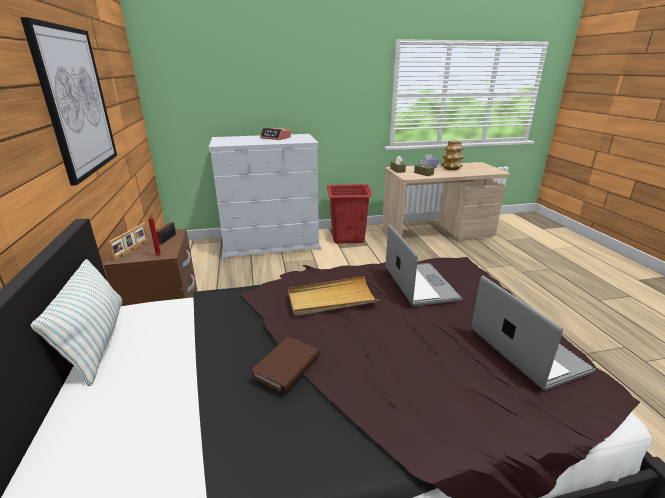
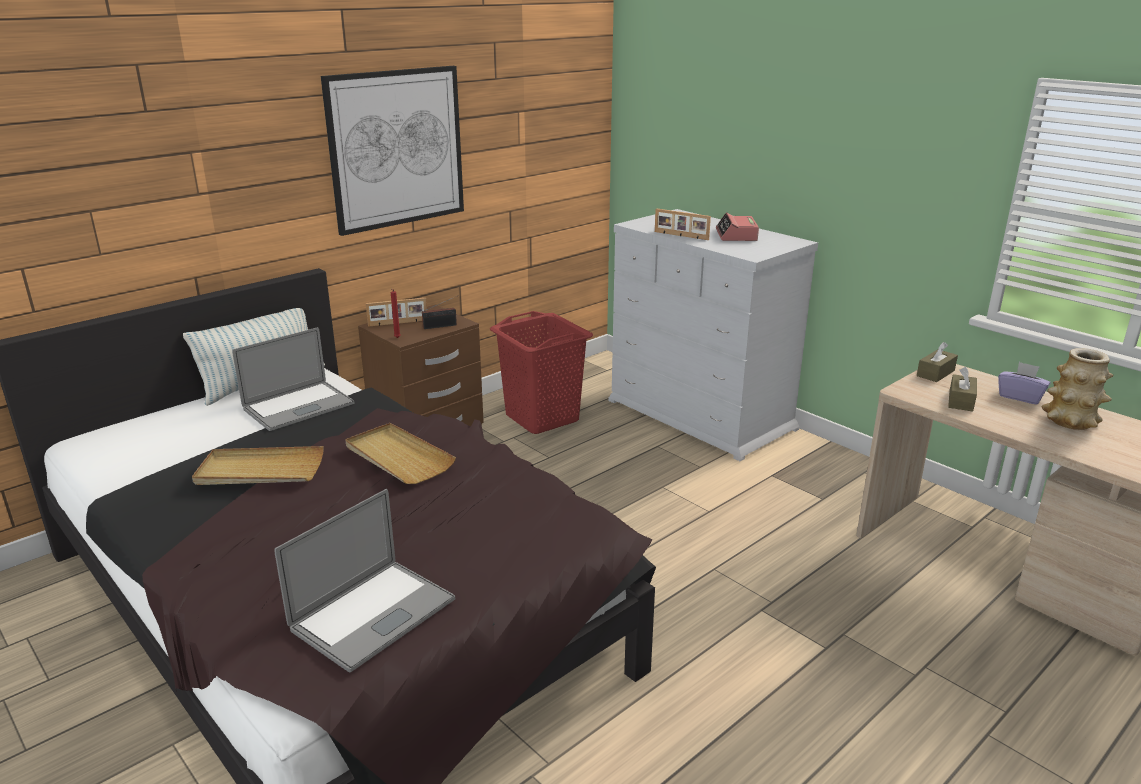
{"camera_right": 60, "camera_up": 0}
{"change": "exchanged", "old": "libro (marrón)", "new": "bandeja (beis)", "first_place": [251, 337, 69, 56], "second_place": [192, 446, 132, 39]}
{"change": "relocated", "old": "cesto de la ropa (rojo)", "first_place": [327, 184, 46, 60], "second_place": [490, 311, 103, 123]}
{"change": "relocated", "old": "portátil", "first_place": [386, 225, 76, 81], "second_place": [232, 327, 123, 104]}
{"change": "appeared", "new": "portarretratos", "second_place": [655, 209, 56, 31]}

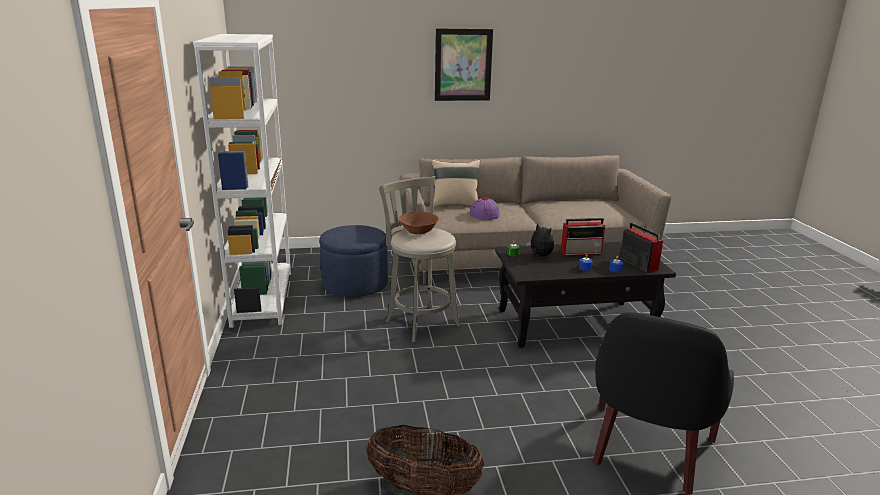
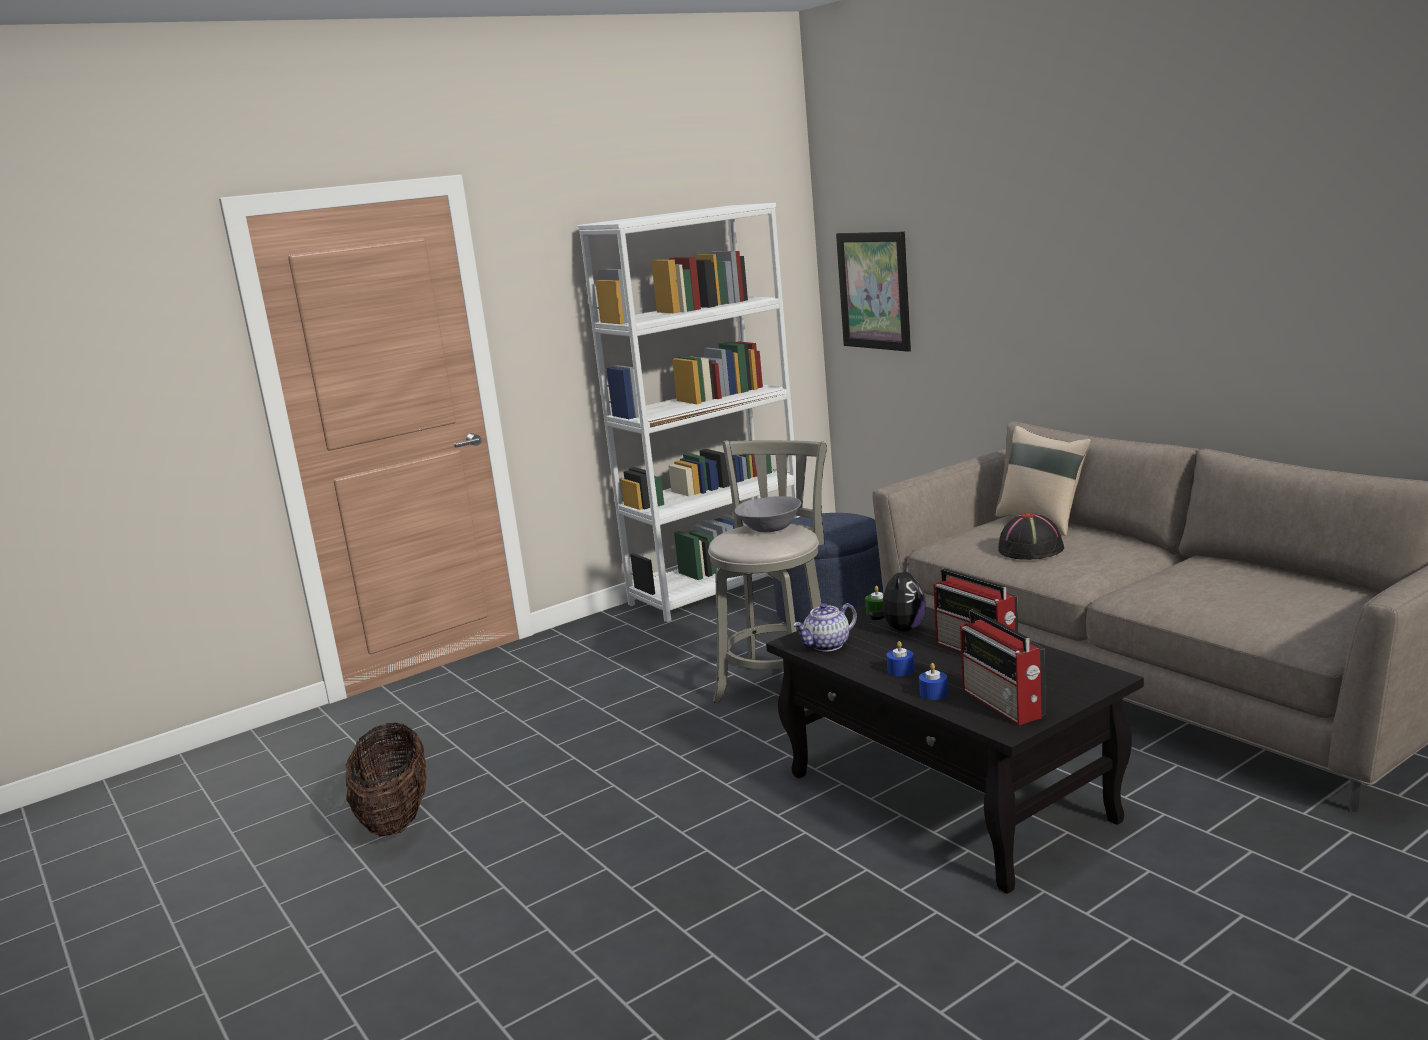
{"camera_right": 65, "camera_up": -5}
{"change": "colour", "old": "cuenco (marrón)", "new": "cuenco (gris)", "first_place": [398, 212, 41, 22], "second_place": [735, 496, 66, 36]}
{"change": "relocated", "old": "cuadro", "first_place": [435, 28, 58, 73], "second_place": [836, 232, 75, 120]}
{"change": "colour", "old": "sombrero (morado)", "new": "sombrero (negro)", "first_place": [470, 197, 30, 23], "second_place": [998, 513, 66, 47]}
{"change": "missing", "old": "sillón (negro)", "first_place": [592, 312, 142, 182]}
{"change": "spun", "old": "radio", "first_place": [620, 223, 43, 49], "second_place": [960, 609, 86, 116], "degrees": 120}
{"change": "appeared", "new": "tetera", "second_place": [793, 603, 64, 49]}

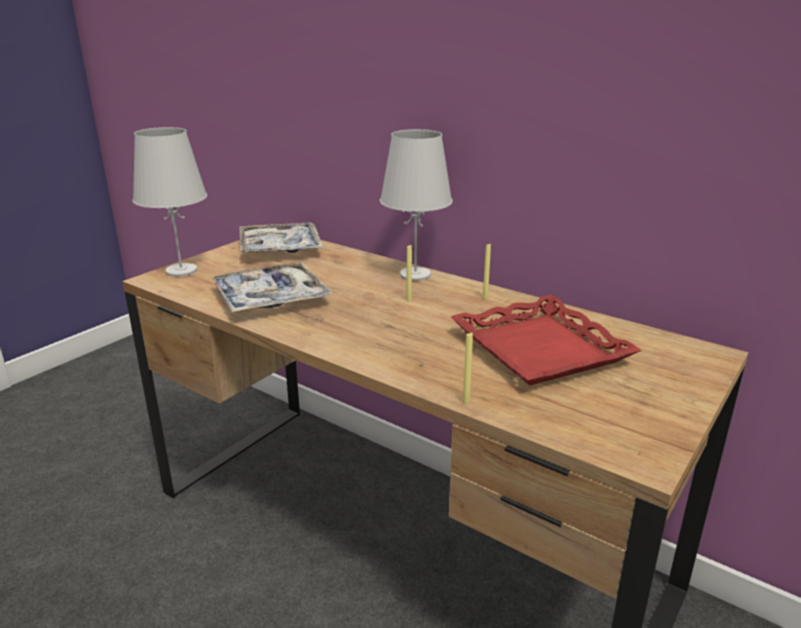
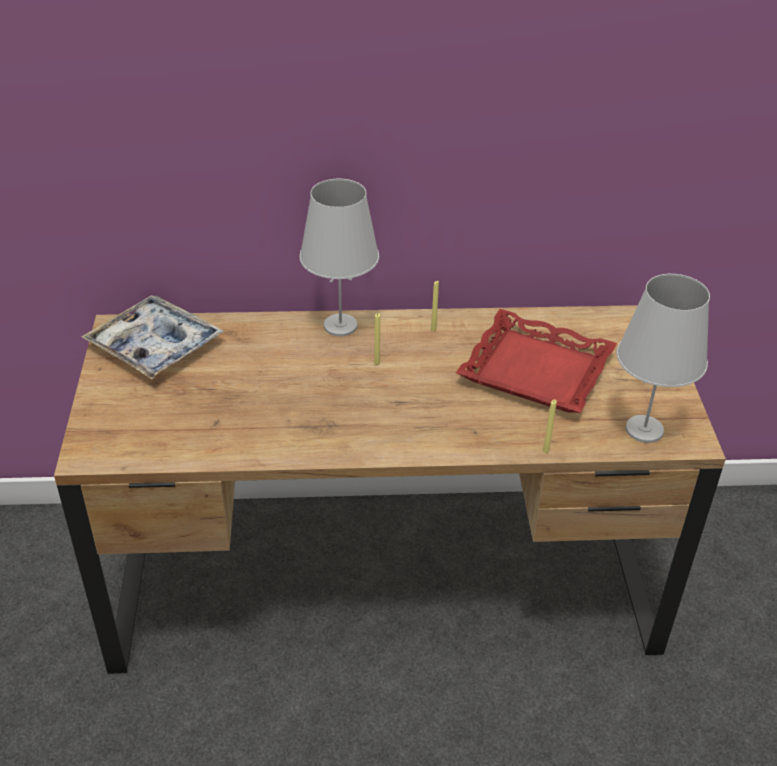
{"camera_right": -40, "camera_up": 15}
{"change": "relocated", "old": "lámpara de mesa (blanco)", "first_place": [133, 127, 74, 150], "second_place": [616, 274, 94, 169]}
{"change": "missing", "old": "bandeja", "first_place": [211, 262, 121, 50]}

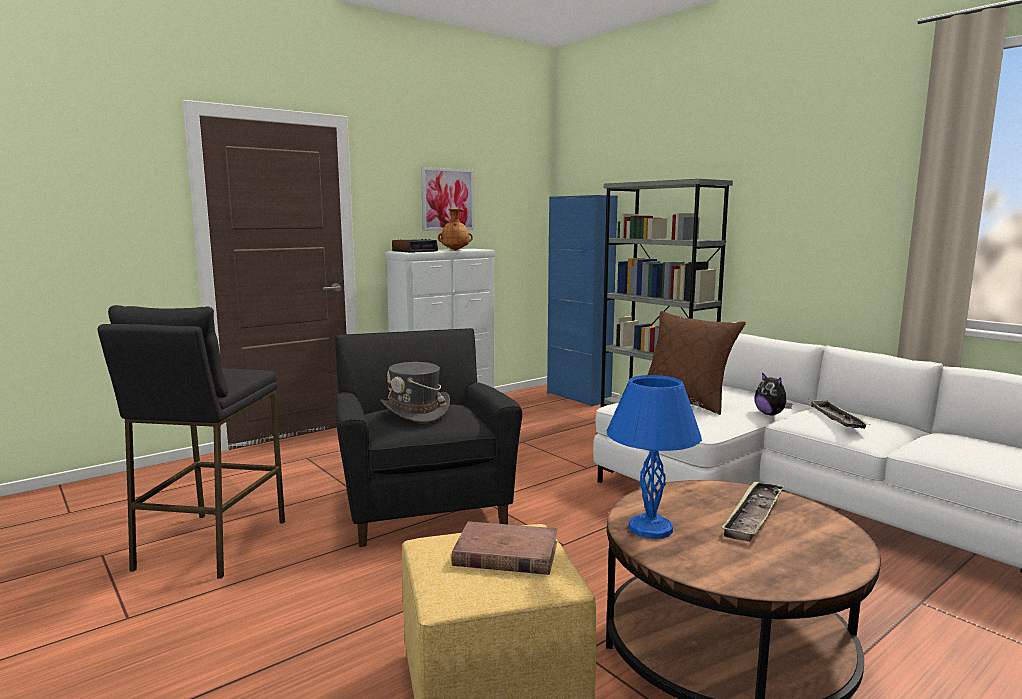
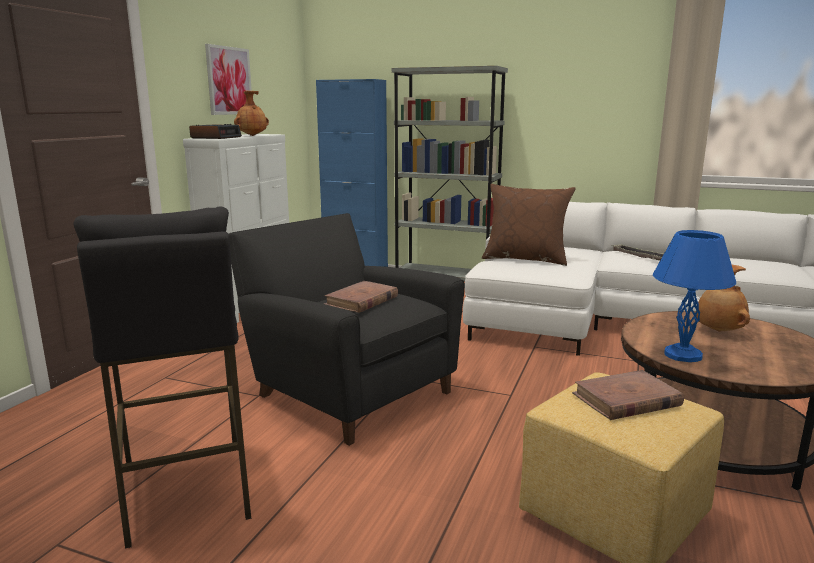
{"camera_right": -30, "camera_up": 5}
{"change": "exchanged", "old": "sombrero (gris)", "new": "libro (marrón)", "first_place": [380, 362, 70, 61], "second_place": [324, 281, 74, 32]}
{"change": "exchanged", "old": "bandeja", "new": "florero (marrón)", "first_place": [721, 481, 63, 61], "second_place": [696, 264, 54, 68]}
{"change": "missing", "old": "peluche", "first_place": [754, 372, 38, 43]}

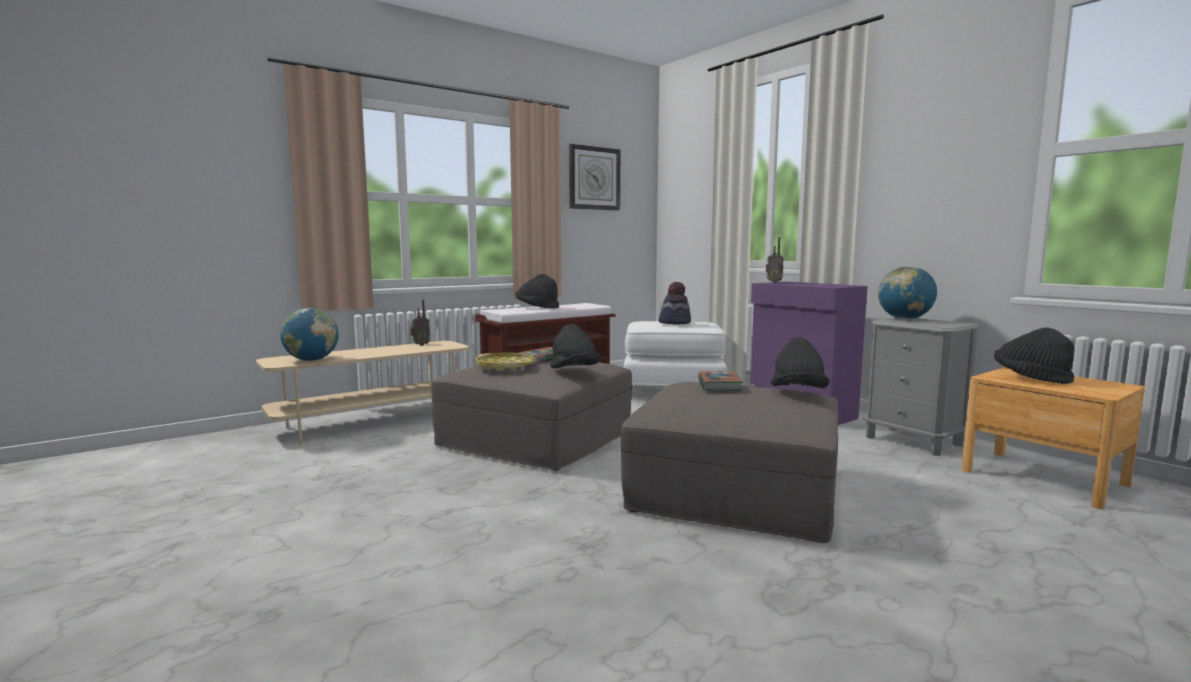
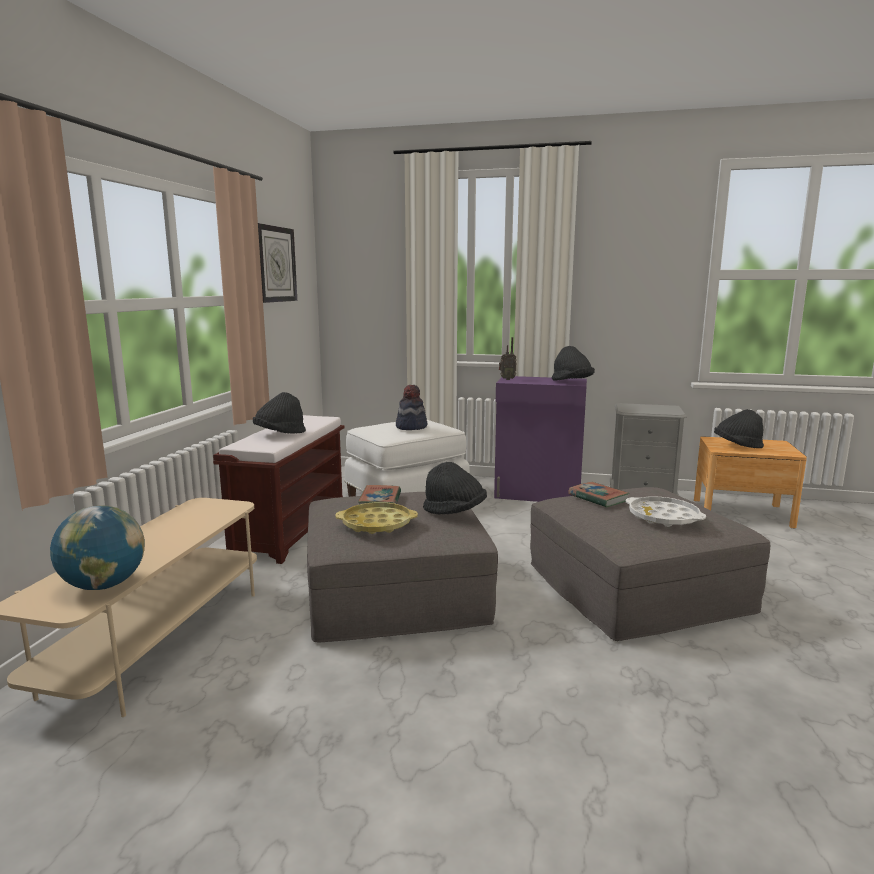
{"camera_right": -40, "camera_up": 5}
{"change": "missing", "old": "radio", "first_place": [410, 300, 20, 46]}
{"change": "relocated", "old": "sombrero (negro)", "first_place": [771, 337, 59, 51], "second_place": [552, 346, 43, 35]}
{"change": "missing", "old": "globo terráqueo", "first_place": [878, 266, 59, 53]}
{"change": "appeared", "new": "bandeja (blanco)", "second_place": [626, 497, 80, 30]}

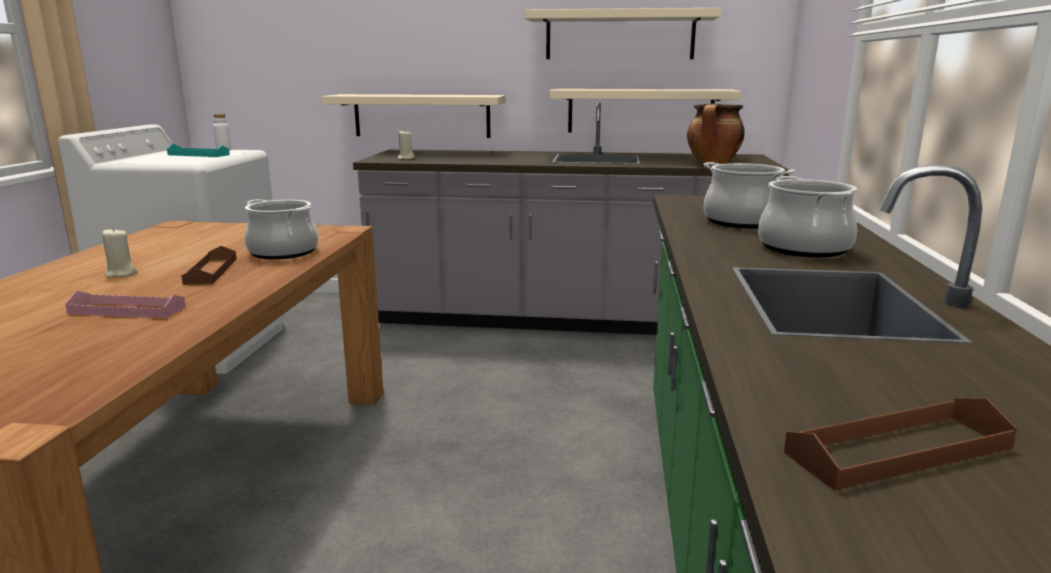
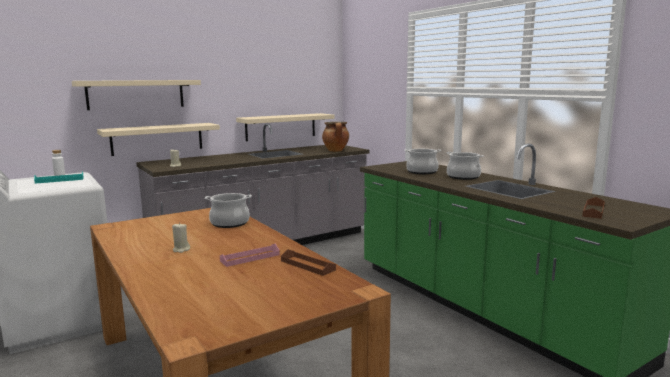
{"camera_right": -40, "camera_up": -5}
{"change": "relocated", "old": "bandeja (marrón)", "first_place": [181, 246, 56, 39], "second_place": [281, 249, 55, 27]}
{"change": "relocated", "old": "estante (beis)", "first_place": [524, 8, 197, 51], "second_place": [72, 80, 129, 30]}

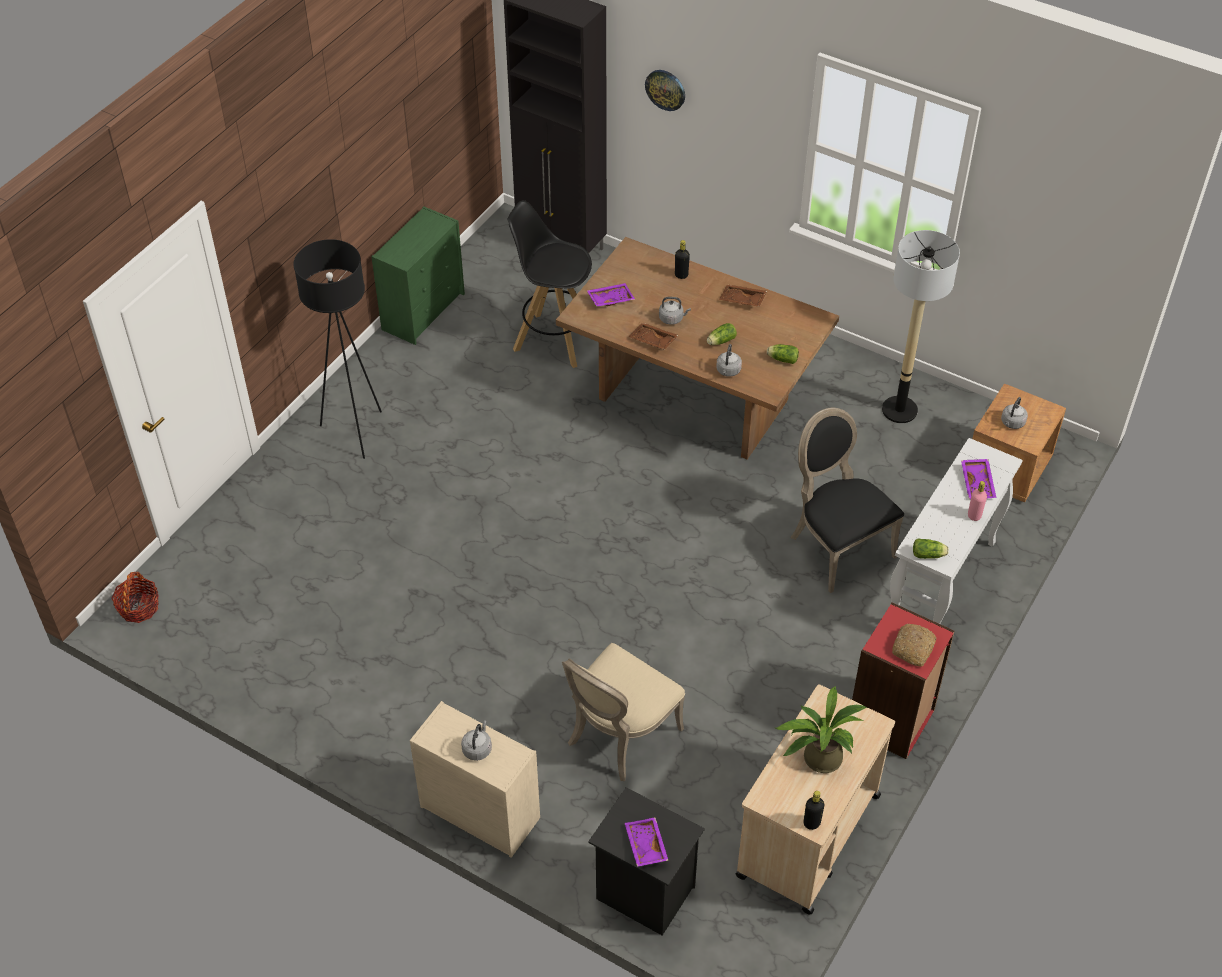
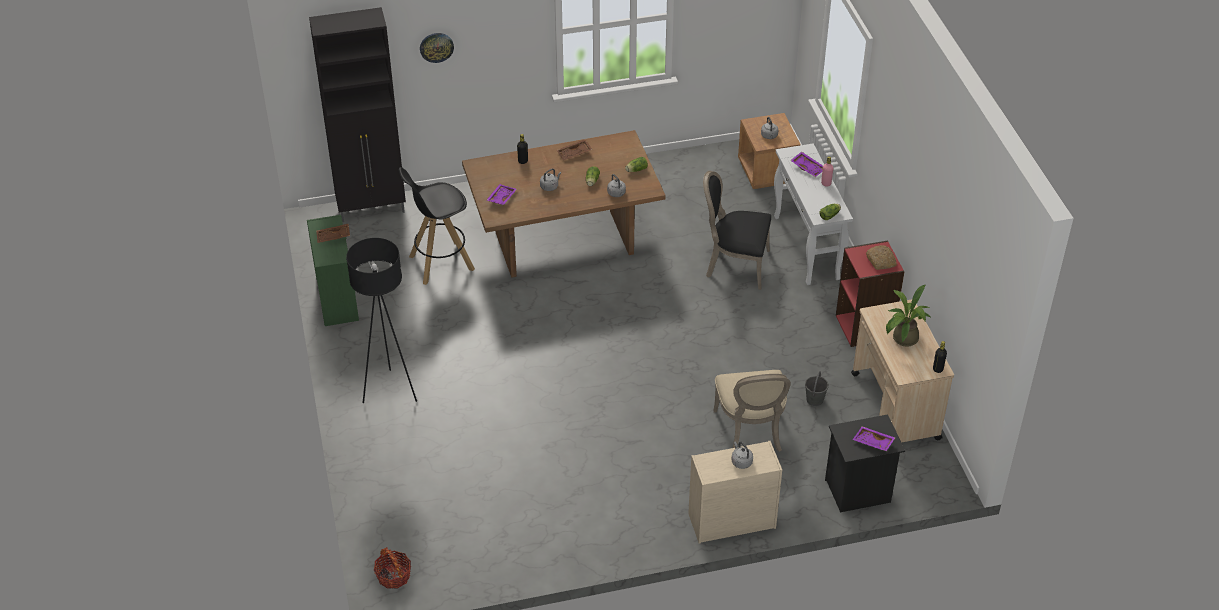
{"camera_right": -45, "camera_up": -5}
{"change": "relocated", "old": "bandeja (marrón)", "first_place": [628, 323, 50, 27], "second_place": [316, 223, 34, 20]}
{"change": "missing", "old": "lámpara de pie", "first_place": [882, 230, 78, 193]}
{"change": "appeared", "new": "cubo (gris)", "second_place": [805, 371, 24, 35]}

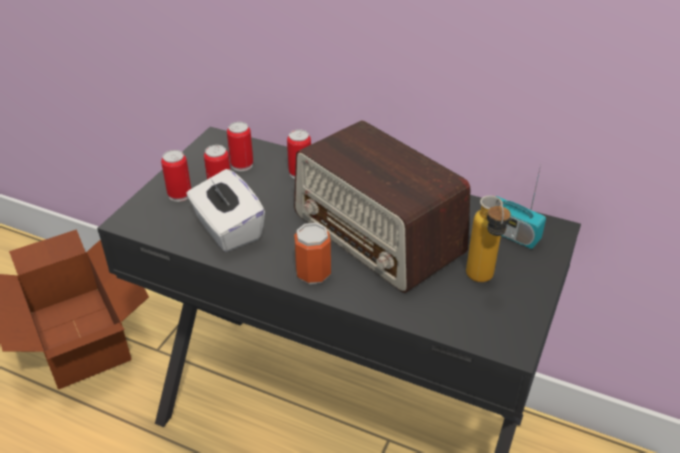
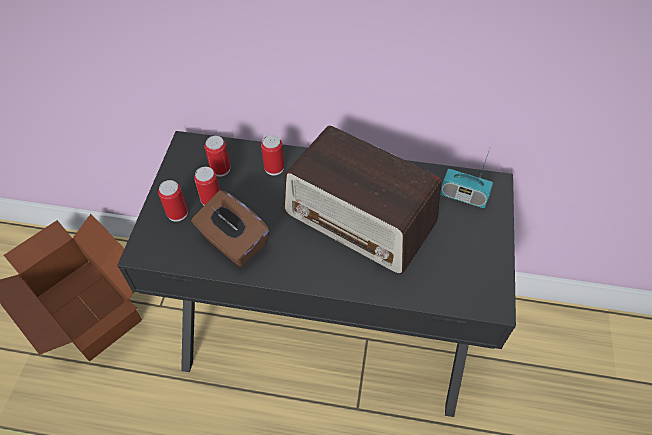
{"camera_right": -15, "camera_up": 15}
{"change": "colour", "old": "caja de pañuelos (blanco)", "new": "caja de pañuelos (marrón)", "first_place": [186, 169, 79, 83], "second_place": [192, 190, 78, 77]}
{"change": "missing", "old": "lata", "first_place": [294, 223, 37, 61]}
{"change": "missing", "old": "botella", "first_place": [466, 195, 45, 87]}

